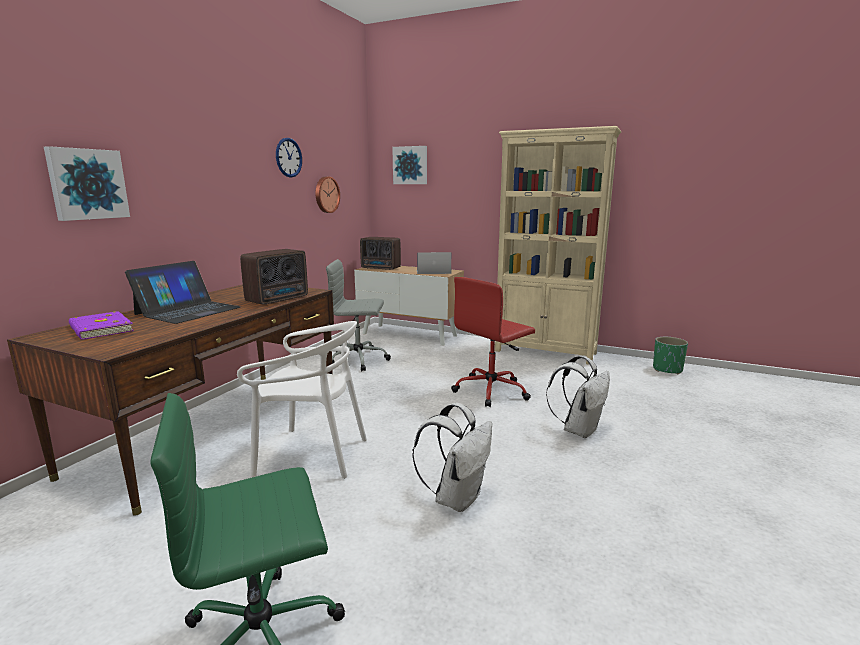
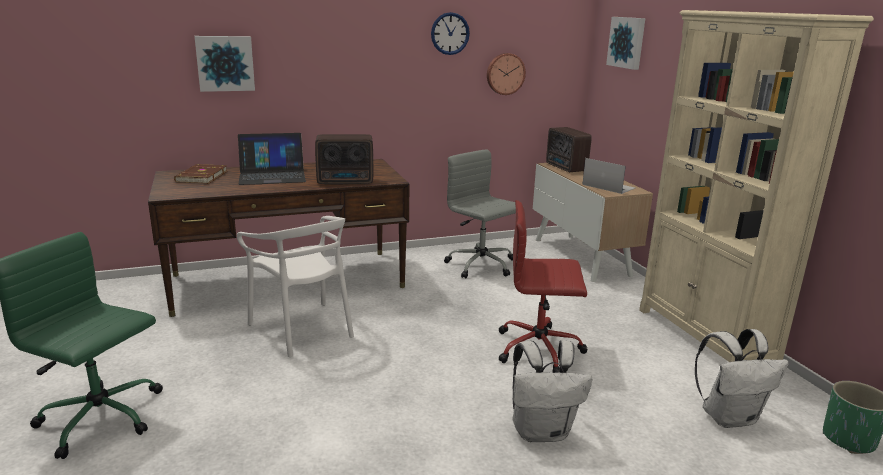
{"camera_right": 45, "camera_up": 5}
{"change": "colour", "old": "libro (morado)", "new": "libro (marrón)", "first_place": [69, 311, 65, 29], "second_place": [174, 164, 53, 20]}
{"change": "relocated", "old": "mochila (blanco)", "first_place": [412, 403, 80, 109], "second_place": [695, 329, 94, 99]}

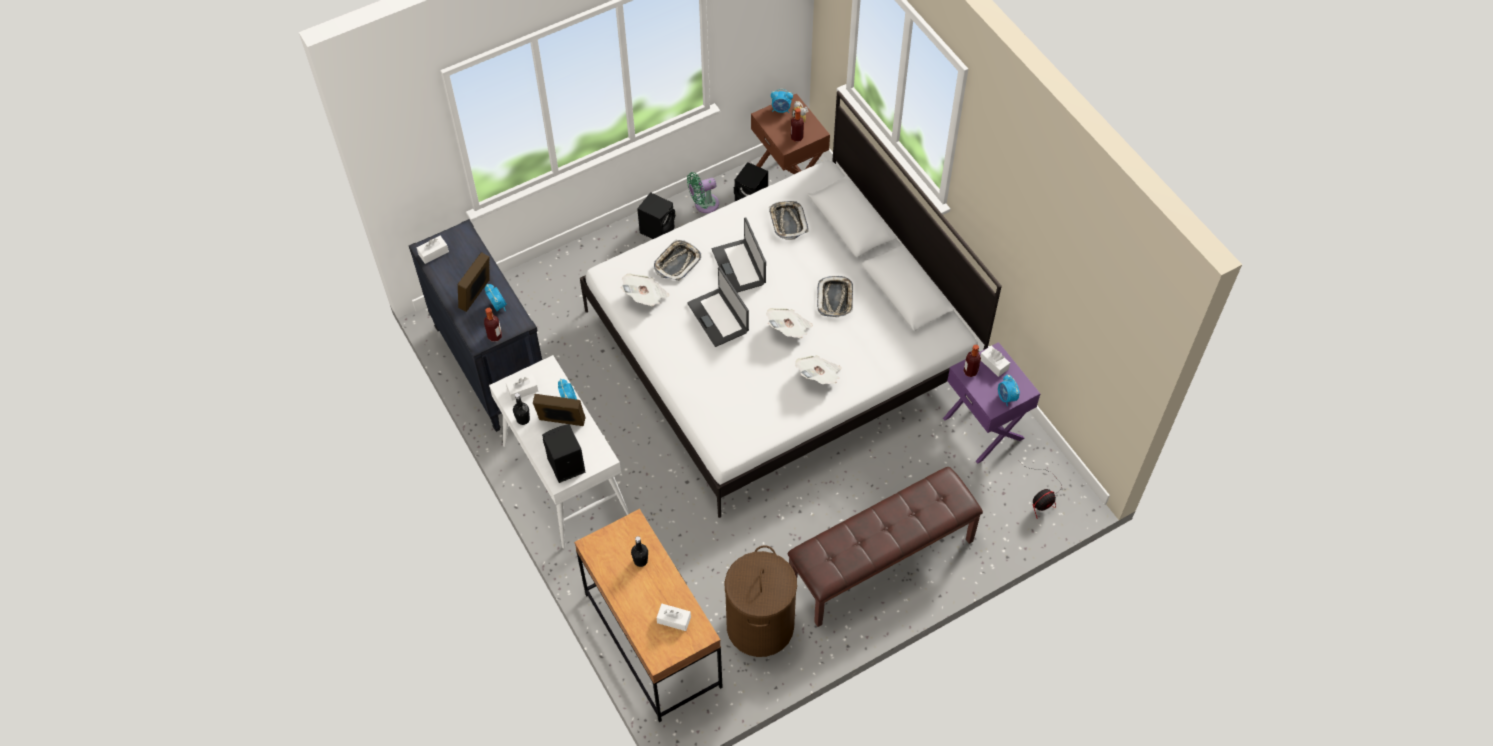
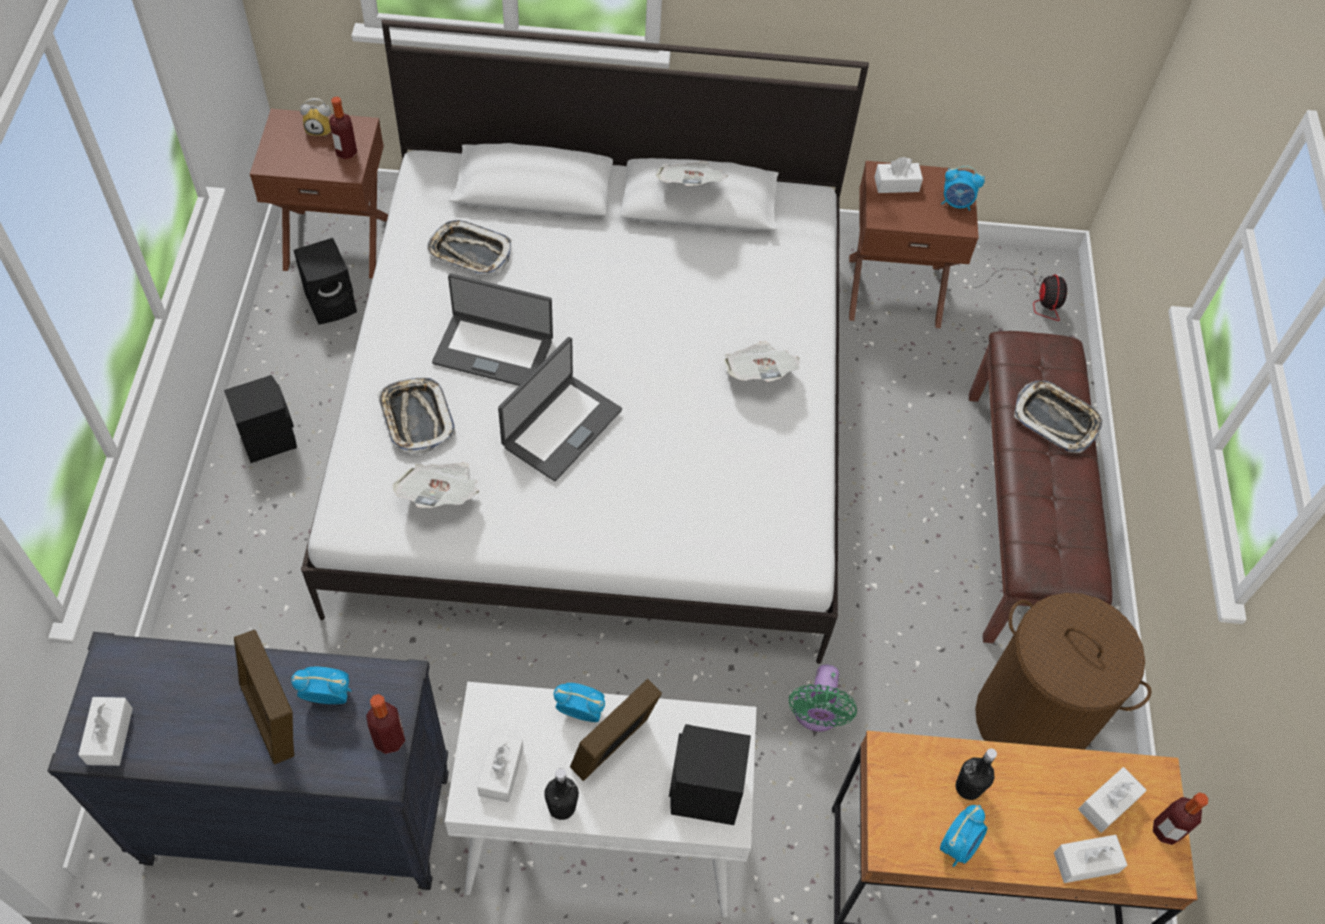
{"camera_right": -60, "camera_up": 0}
{"change": "relocated", "old": "ventilador (verde)", "first_place": [687, 172, 32, 41], "second_place": [789, 665, 68, 66]}
{"change": "spun", "old": "portátil", "first_place": [687, 267, 62, 80], "second_place": [498, 337, 124, 144], "degrees": -60}
{"change": "relocated", "old": "periódico", "first_place": [766, 308, 47, 31], "second_place": [656, 161, 73, 25]}
{"change": "relocated", "old": "despertador", "first_place": [771, 89, 22, 24], "second_place": [940, 805, 47, 62]}
{"change": "relocated", "old": "bandeja", "first_place": [817, 276, 36, 41], "second_place": [1014, 380, 89, 73]}
{"change": "colour", "old": "mesita de noche (morado)", "new": "mesita de noche (marrón)", "first_place": [943, 342, 97, 122], "second_place": [849, 161, 130, 167]}
{"change": "relocated", "old": "botella", "first_place": [964, 345, 17, 32], "second_place": [1153, 793, 55, 52]}
{"change": "appeared", "new": "caja de pañuelos (blanco)", "second_place": [1054, 835, 73, 48]}

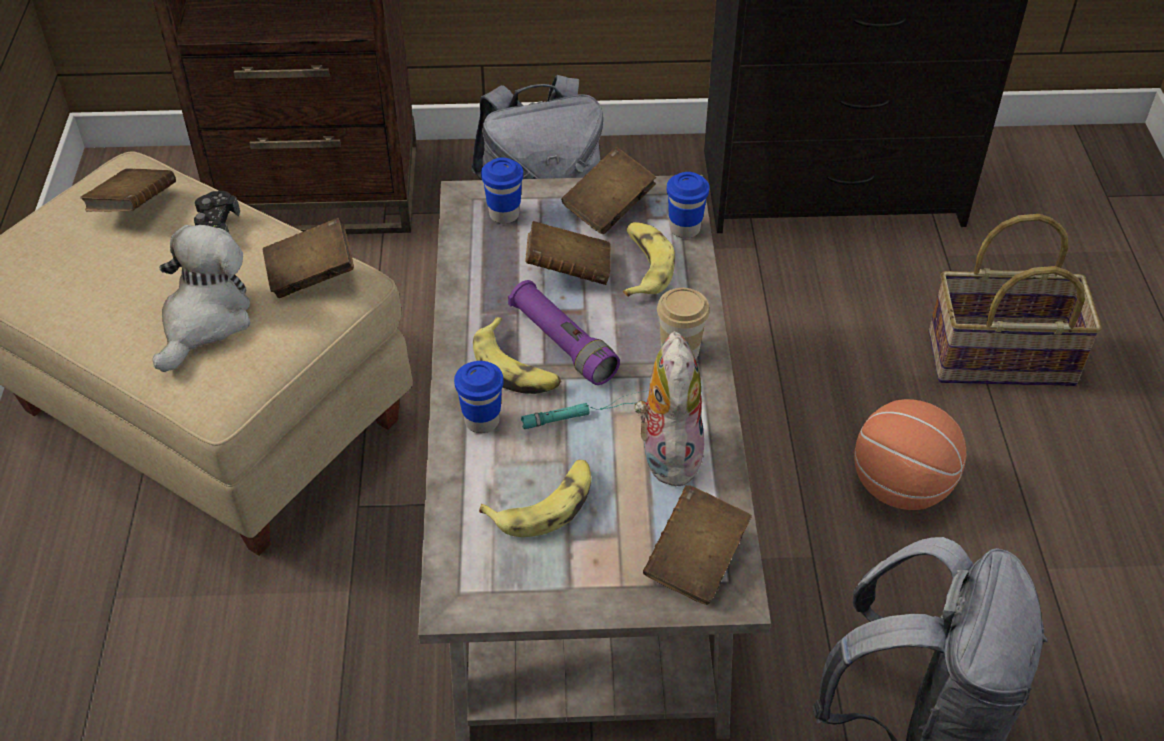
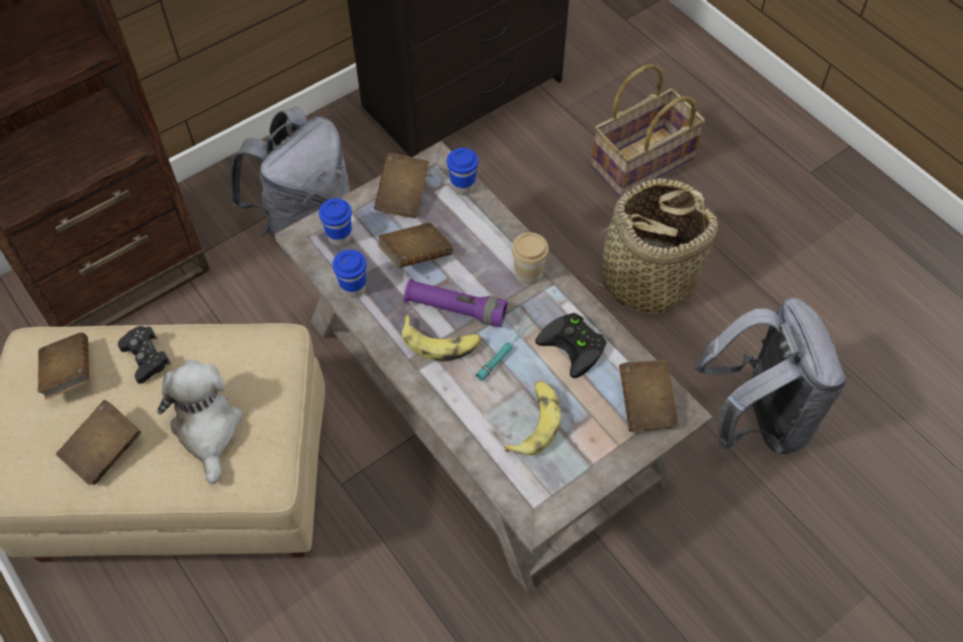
{"camera_right": -35, "camera_up": 10}
{"change": "relocated", "old": "libro (marrón)", "first_place": [263, 218, 91, 80], "second_place": [56, 400, 85, 85]}
{"change": "relocated", "old": "taza (azul)", "first_place": [454, 361, 49, 72], "second_place": [332, 250, 35, 48]}
{"change": "missing", "old": "plátano", "first_place": [623, 222, 52, 75]}
{"change": "exchanged", "old": "peluche", "new": "mando de consola (negro)", "first_place": [634, 331, 70, 156], "second_place": [535, 313, 72, 65]}
{"change": "exchanged", "old": "balón de baloncesto", "new": "cesta", "first_place": [854, 399, 112, 111], "second_place": [581, 178, 137, 136]}

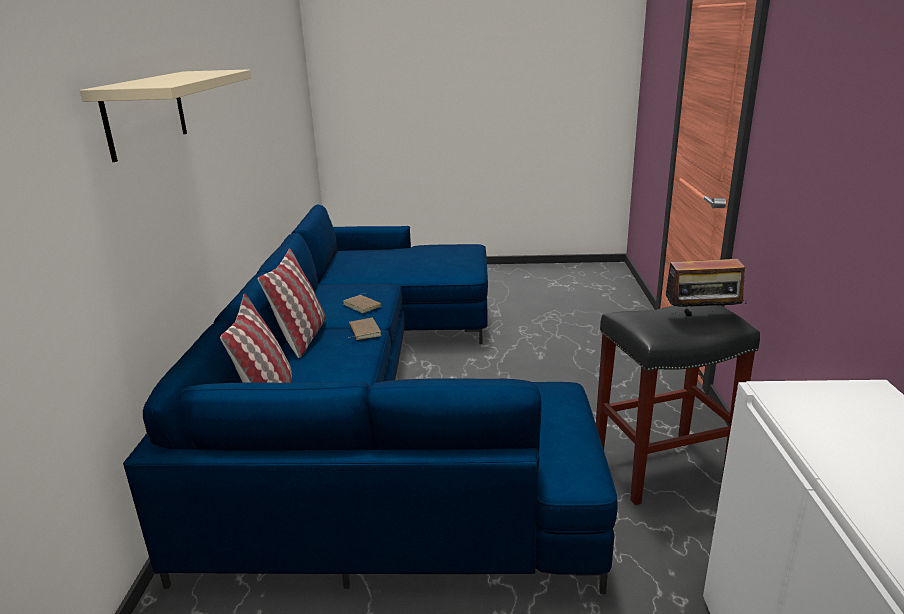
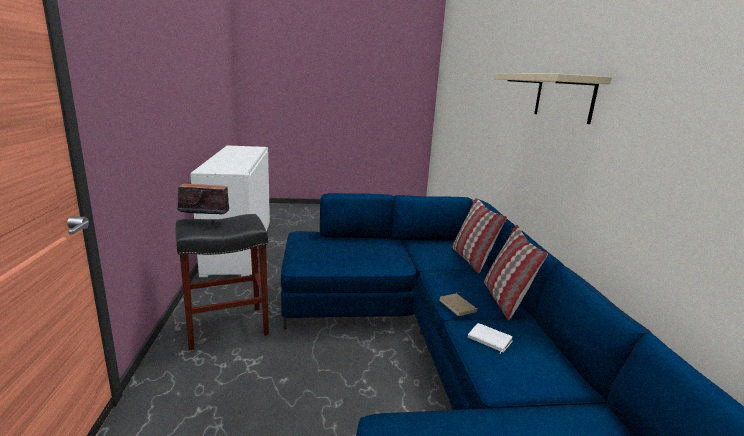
{"camera_right": 170, "camera_up": -5}
{"change": "colour", "old": "libro (marrón)", "new": "libro (blanco)", "first_place": [343, 293, 38, 20], "second_place": [468, 323, 45, 30]}

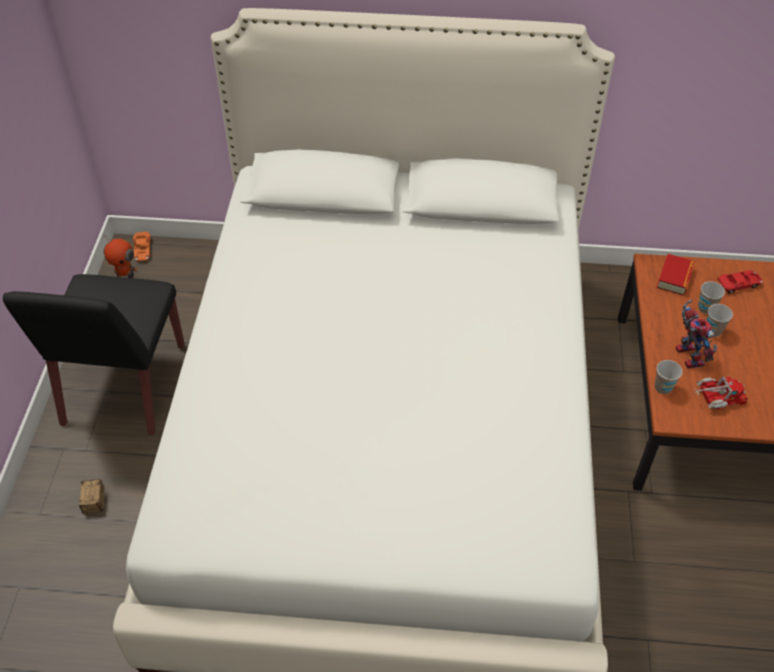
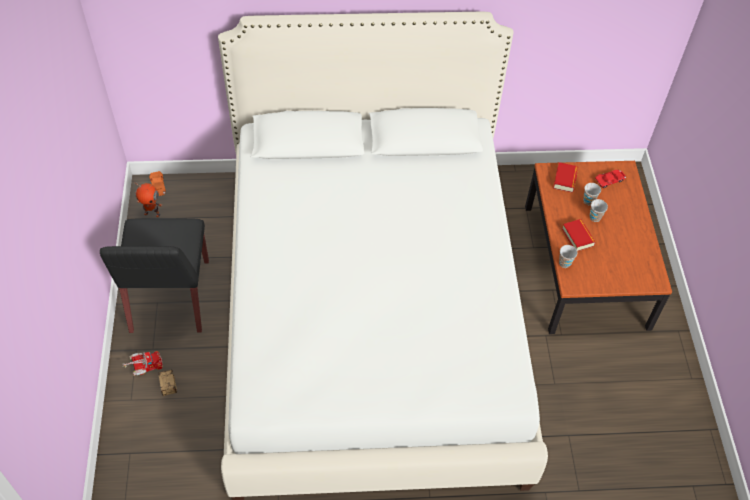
{"camera_right": -10, "camera_up": 5}
{"change": "exchanged", "old": "robot de juguete", "new": "libro", "first_place": [676, 300, 41, 69], "second_place": [562, 219, 34, 32]}
{"change": "relocated", "old": "camión de juguete", "first_place": [694, 377, 54, 32], "second_place": [122, 351, 41, 25]}

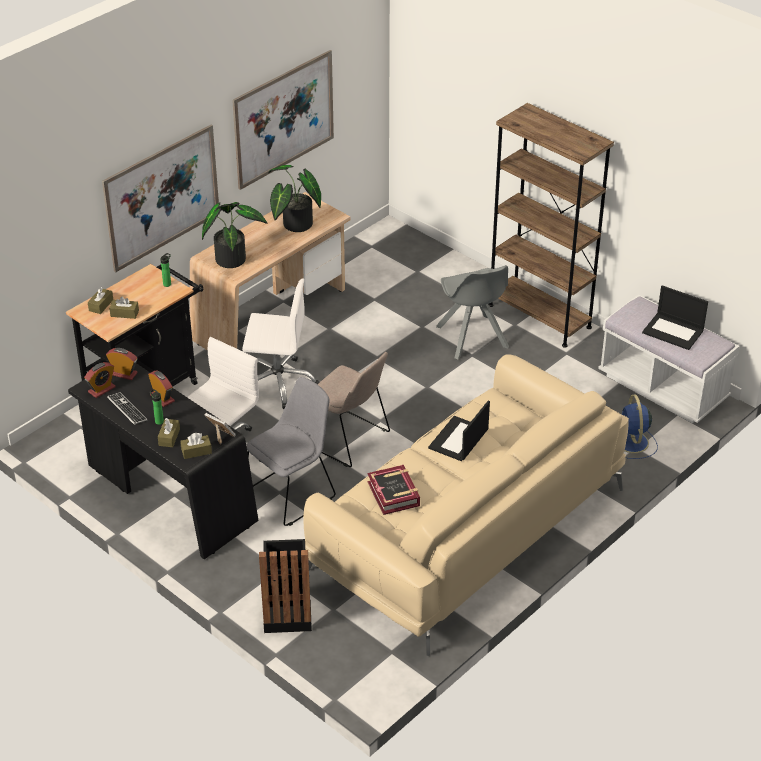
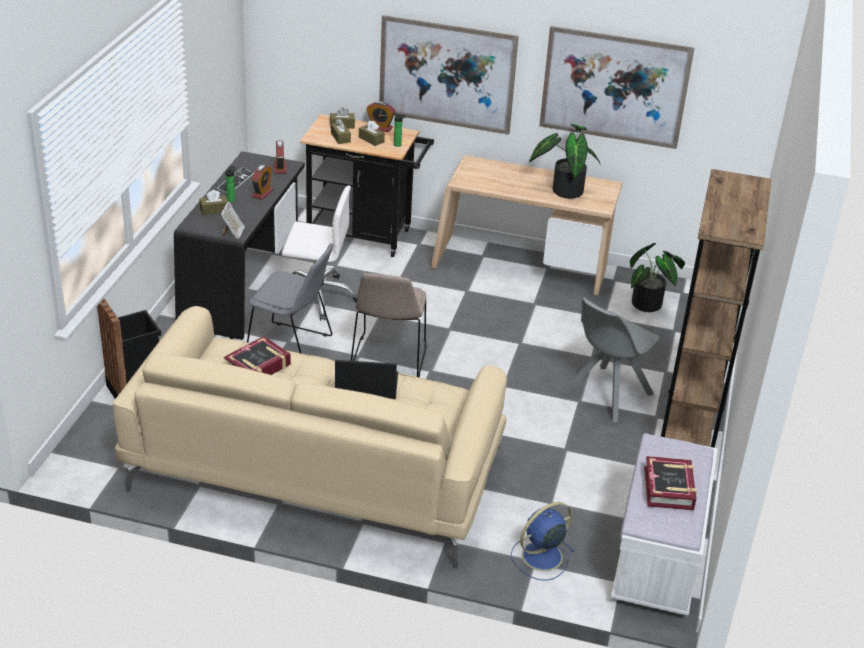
{"camera_right": 60, "camera_up": -5}
{"change": "relocated", "old": "despertador", "first_place": [84, 362, 32, 36], "second_place": [367, 101, 29, 31]}
{"change": "relocated", "old": "caja de pañuelos (marrón)", "first_place": [180, 433, 32, 26], "second_place": [359, 120, 26, 26]}
{"change": "relocated", "old": "planta en maceta", "first_place": [202, 202, 65, 66], "second_place": [630, 243, 55, 69]}
{"change": "missing", "old": "silla de oficina (blanco)", "first_place": [242, 278, 77, 131]}
{"change": "exchanged", "old": "portátil", "new": "libro", "first_place": [642, 285, 66, 65], "second_place": [644, 456, 53, 54]}

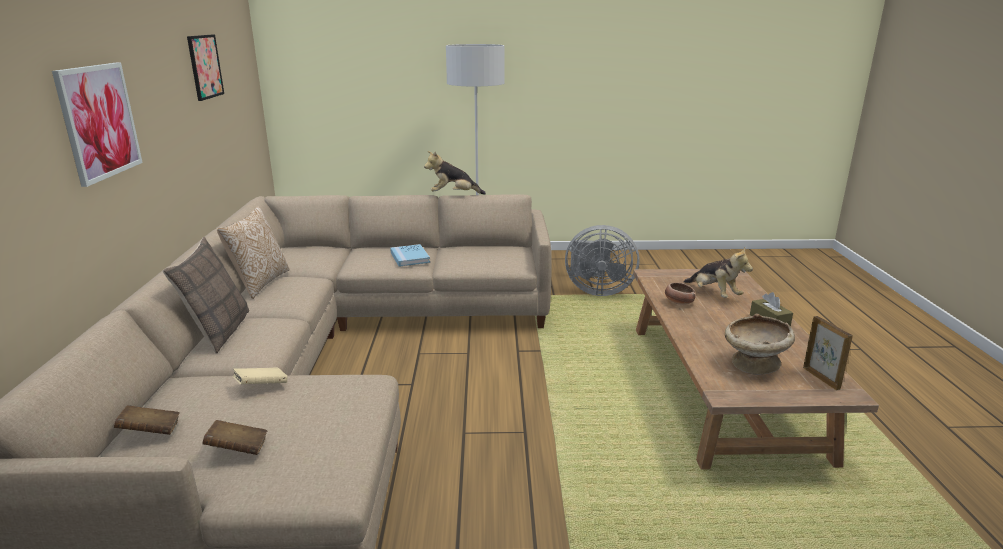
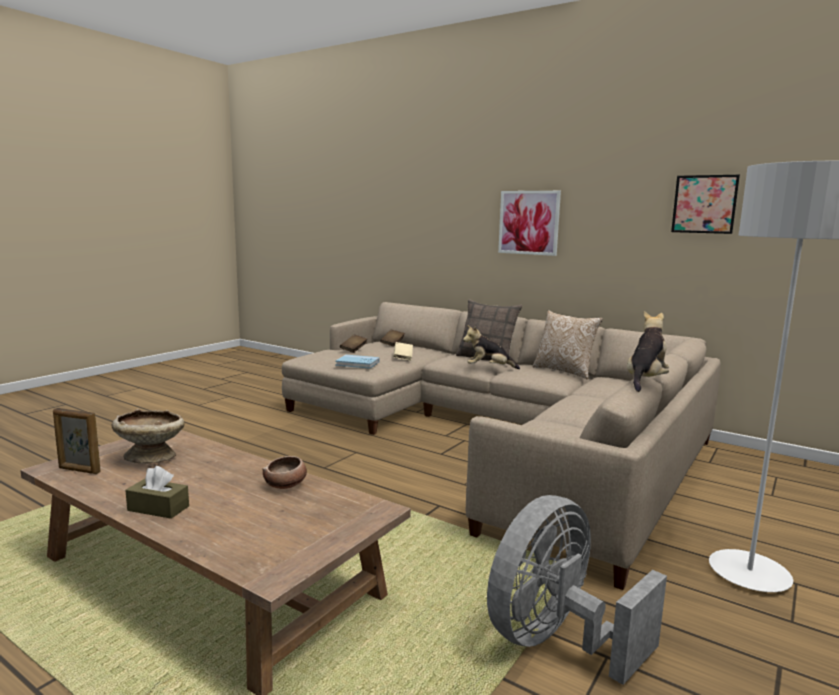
{"camera_right": 125, "camera_up": -10}
{"change": "relocated", "old": "libro (azul)", "first_place": [390, 244, 40, 23], "second_place": [335, 355, 45, 14]}
{"change": "relocated", "old": "peluche", "first_place": [684, 248, 69, 50], "second_place": [463, 325, 57, 44]}

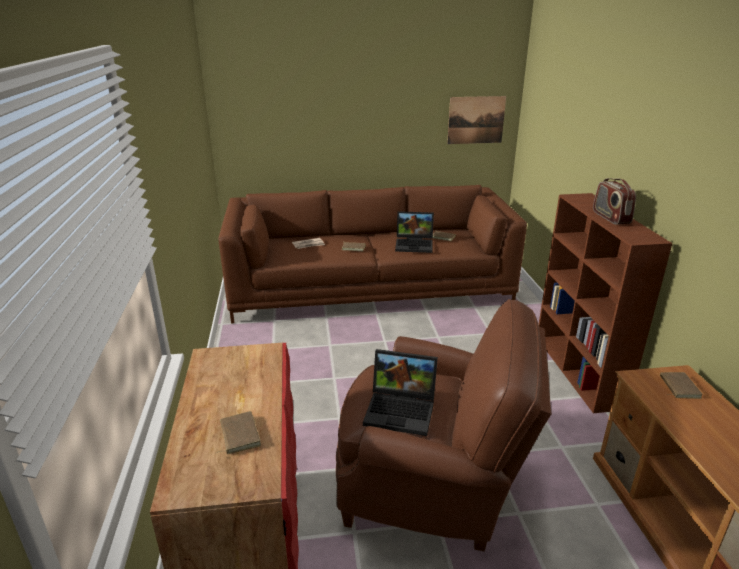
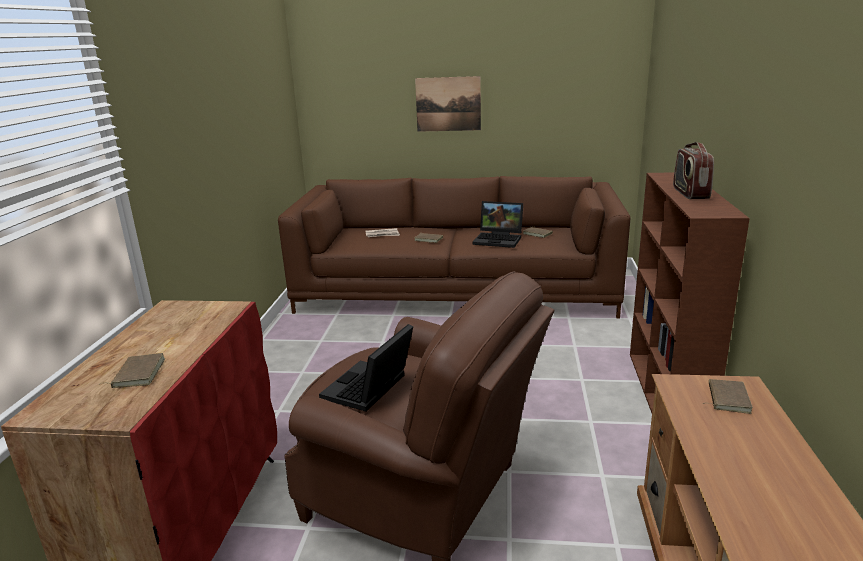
{"camera_right": 15, "camera_up": -5}
{"change": "spun", "old": "portátil", "first_place": [363, 349, 75, 87], "second_place": [319, 324, 94, 87], "degrees": 90}
{"change": "relocated", "old": "cuadro", "first_place": [447, 96, 59, 48], "second_place": [415, 76, 66, 56]}

